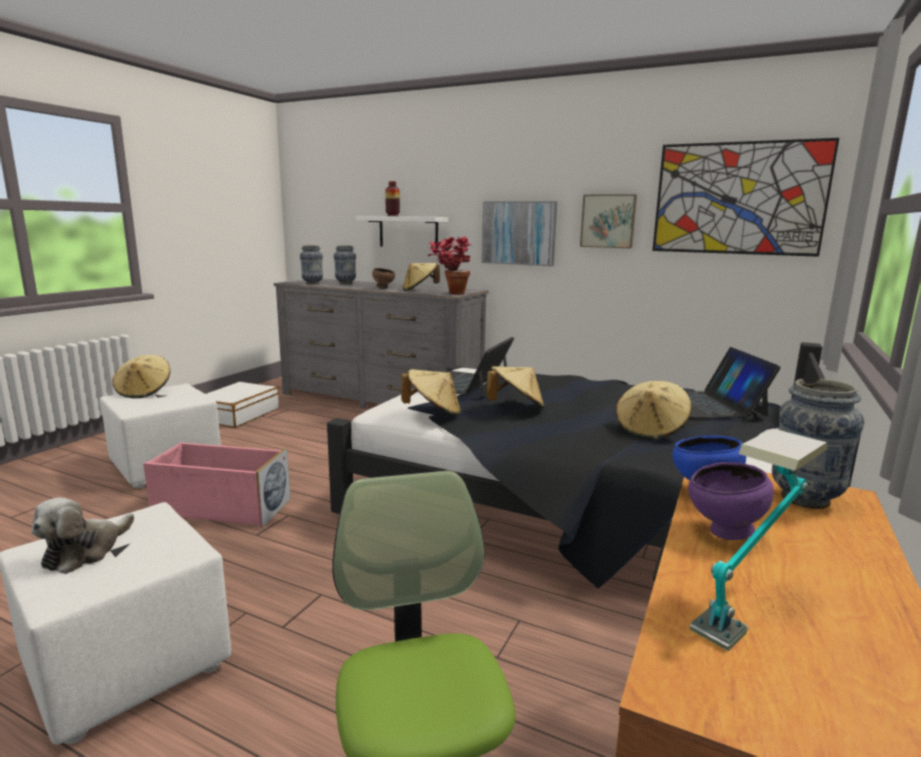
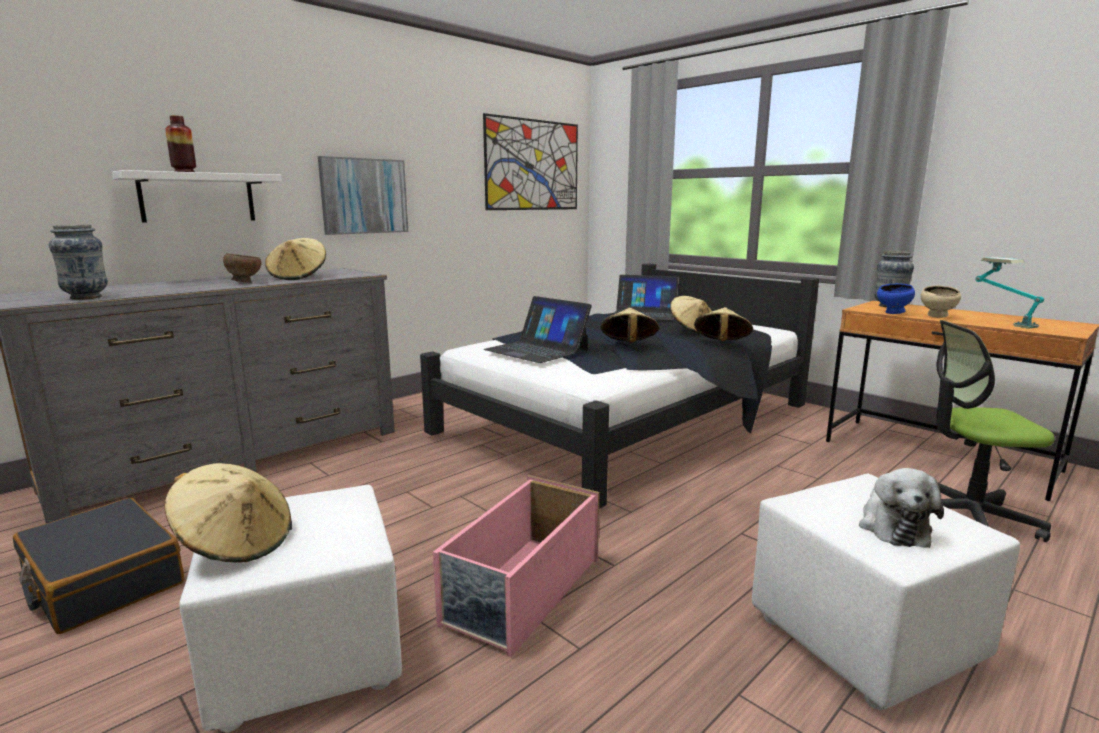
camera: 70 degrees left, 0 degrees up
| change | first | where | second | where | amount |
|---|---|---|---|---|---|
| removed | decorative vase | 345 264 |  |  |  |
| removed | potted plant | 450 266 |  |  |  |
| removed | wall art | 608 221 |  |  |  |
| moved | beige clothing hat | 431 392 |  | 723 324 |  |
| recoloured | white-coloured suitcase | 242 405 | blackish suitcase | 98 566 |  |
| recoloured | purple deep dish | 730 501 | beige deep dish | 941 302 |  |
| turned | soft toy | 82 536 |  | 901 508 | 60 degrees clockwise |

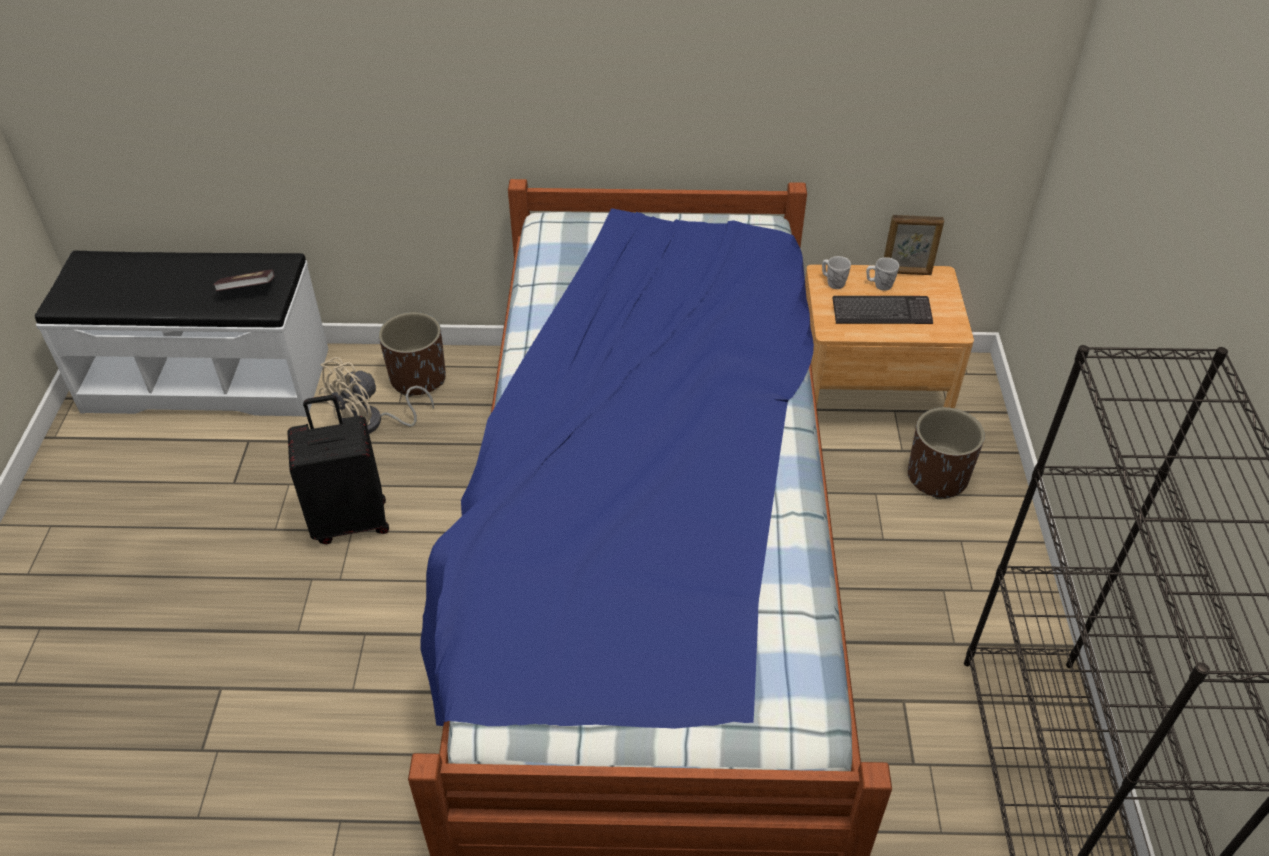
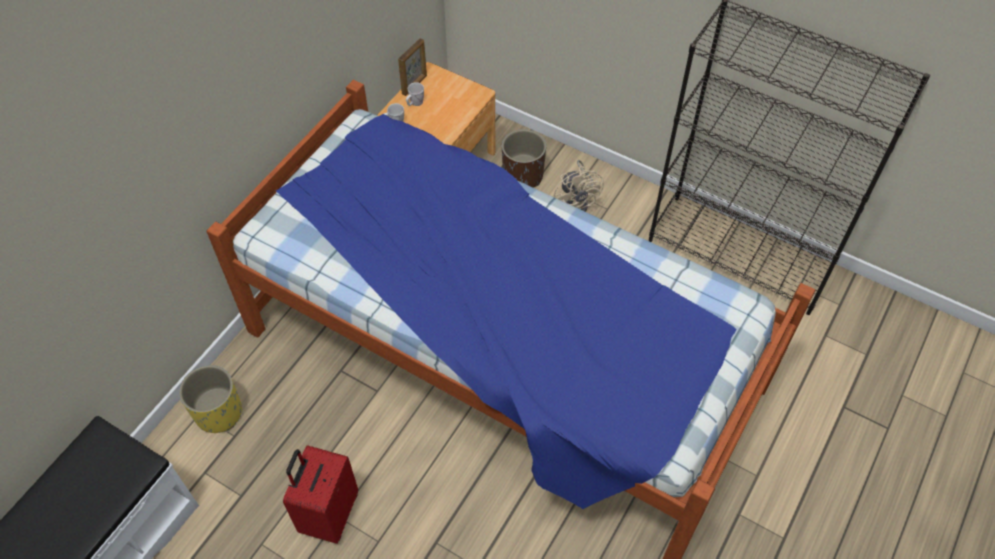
camera: 60 degrees left, 10 degrees up
| change | first | where | second | where | amount |
|---|---|---|---|---|---|
| removed | bound book | 244 280 |  |  |  |
| removed | keyboard | 883 310 |  |  |  |
| moved | beige cooling fan | 376 395 |  | 579 186 |  |
| recoloured | blackish suitcase | 338 469 | reddish suitcase | 320 494 |  |
| recoloured | brown-coloured flower pot | 412 354 | yellow-coloured flower pot | 210 399 |  |

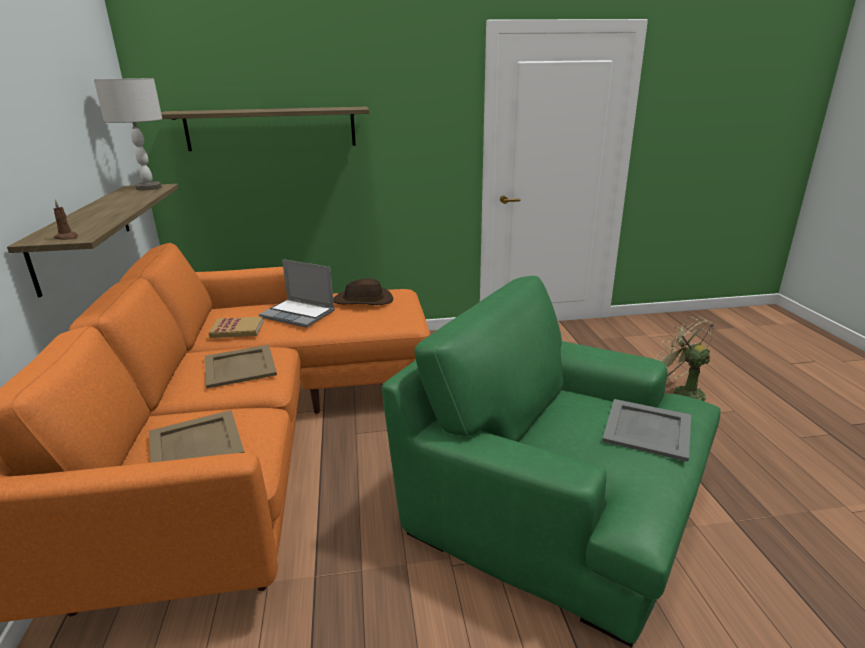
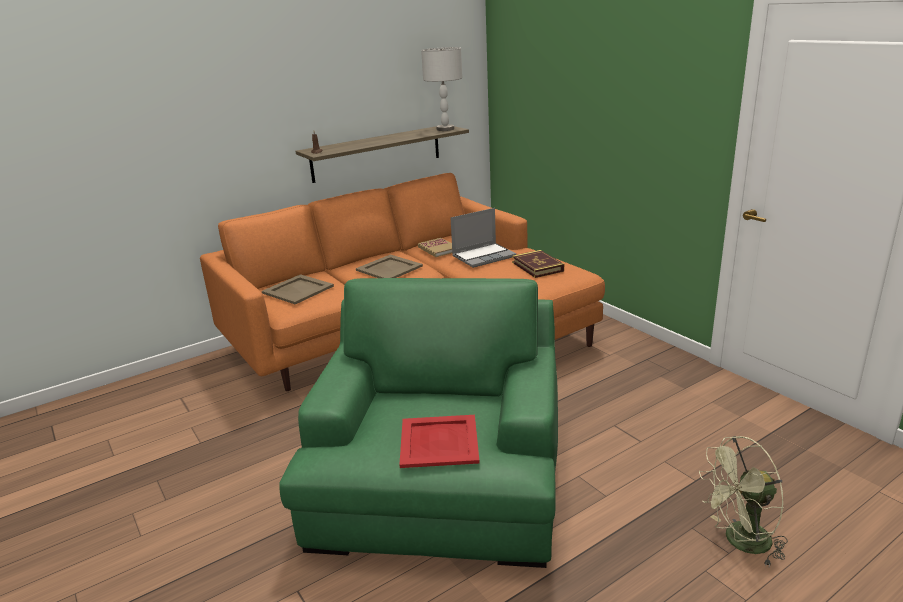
camera: 65 degrees right, 0 degrees up
| change | first | where | second | where | amount |
|---|---|---|---|---|---|
| removed | shelf | 265 129 |  |  |  |
| replaced | brown-coloured clothing hat | 363 291 | bound book | 538 264 |  |
| recoloured | grey tray | 646 430 | reddish tray | 439 441 |  |
| turned | portable computer | 297 293 |  | 483 238 | 120 degrees counterclockwise |
| turned | greenish cooling fan | 685 358 |  | 743 501 | 135 degrees counterclockwise |

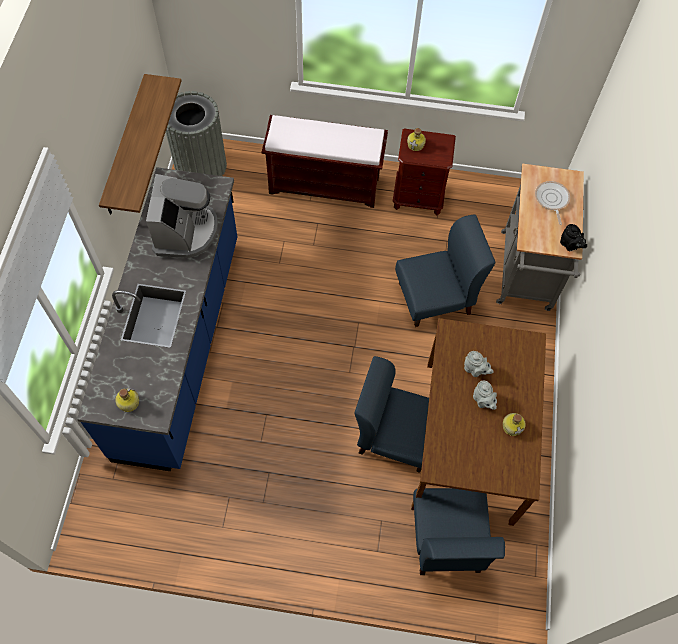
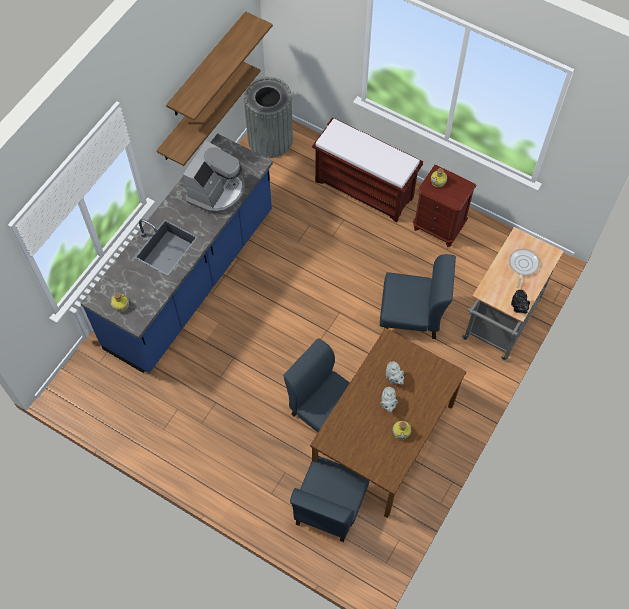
camera: 25 degrees right, 0 degrees up
| change | first | where | second | where | amount |
|---|---|---|---|---|---|
| added |  |  | shelf | 219 66 |  |

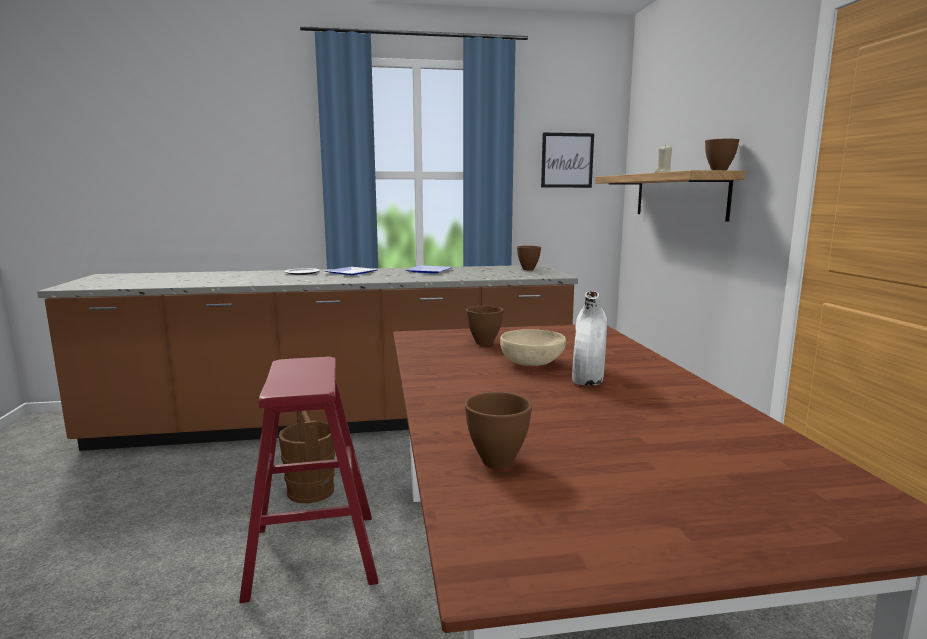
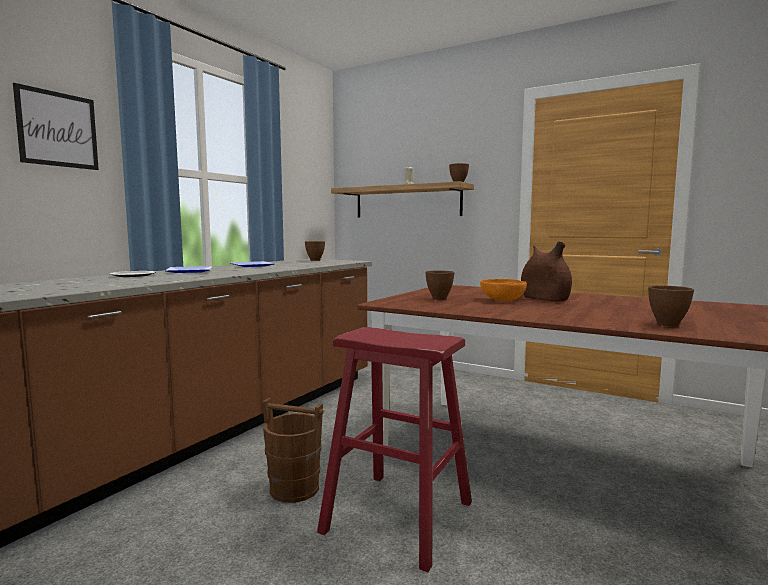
camera: 50 degrees left, 5 degrees down
| change | first | where | second | where | amount |
|---|---|---|---|---|---|
| moved | wall art | 567 160 |  | 56 126 |  |
| recoloured | beige deep dish | 533 347 | orange deep dish | 503 290 |  |
| recoloured | white-coloured decorative vase | 589 338 | brown-coloured decorative vase | 546 271 |  |

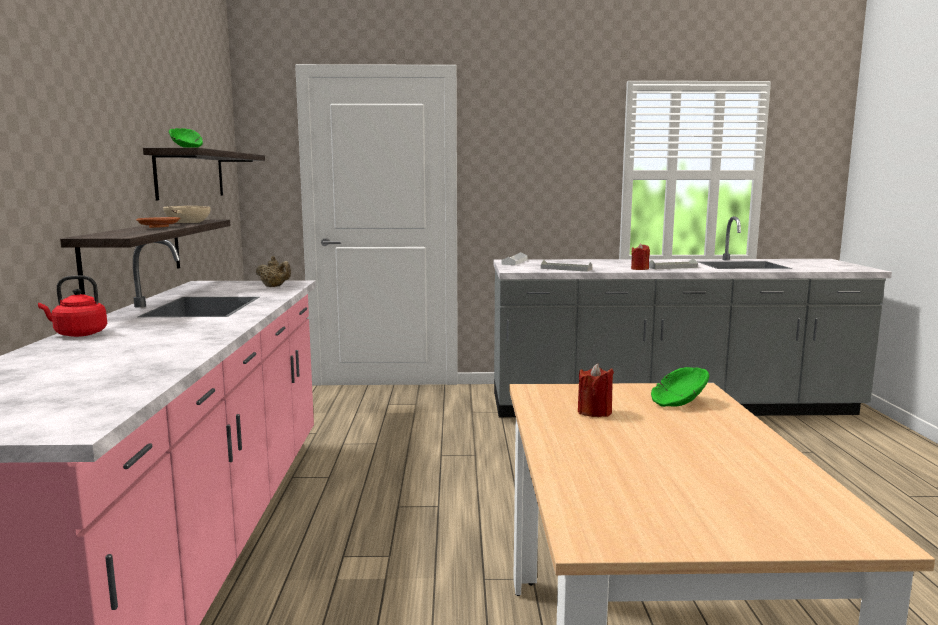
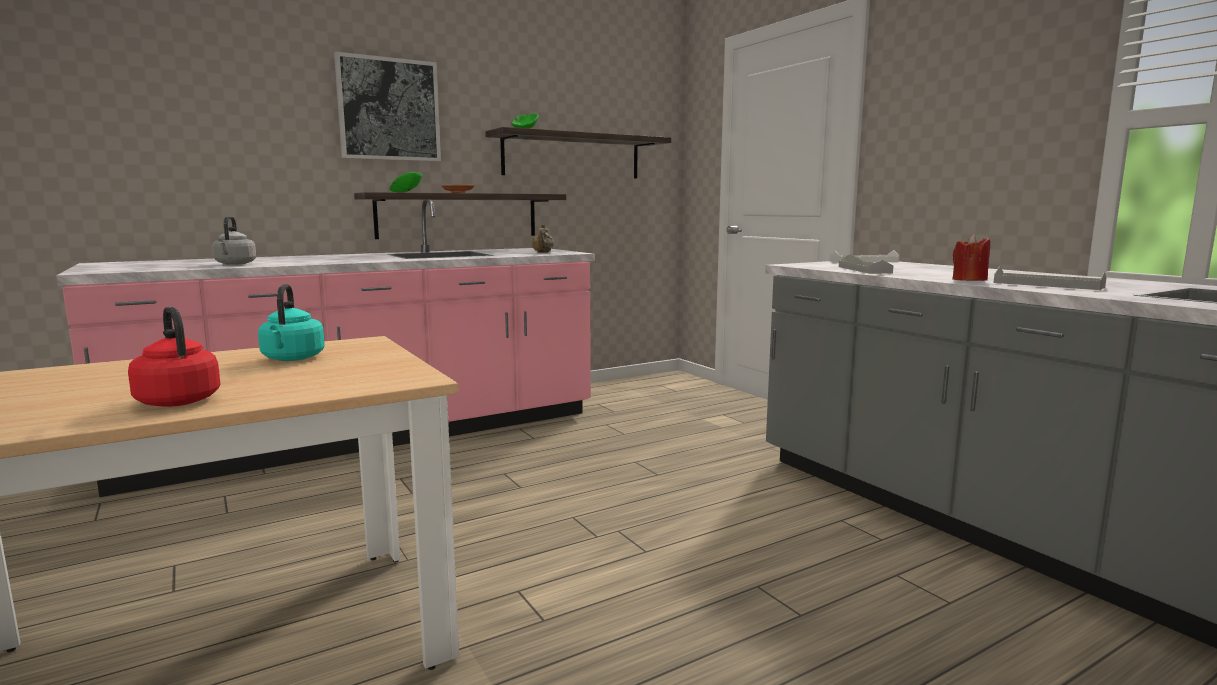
camera: 60 degrees right, 0 degrees up
| change | first | where | second | where | amount |
|---|---|---|---|---|---|
| removed | beige deep dish | 187 214 |  |  |  |
| added |  |  | grey kettle | 234 240 |  |
| added |  |  | wall art | 387 106 |  |
| moved | reddish kettle | 72 306 |  | 174 357 |  |
| moved | greenish deep dish | 680 387 |  | 406 182 |  |
| replaced | reddish candle | 596 390 | turquoise kettle | 291 322 |  |

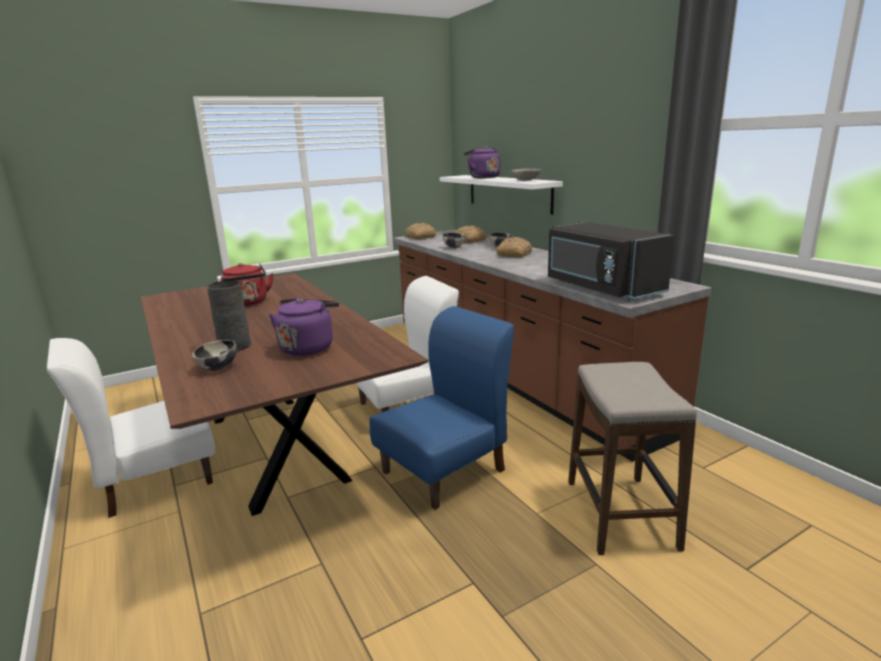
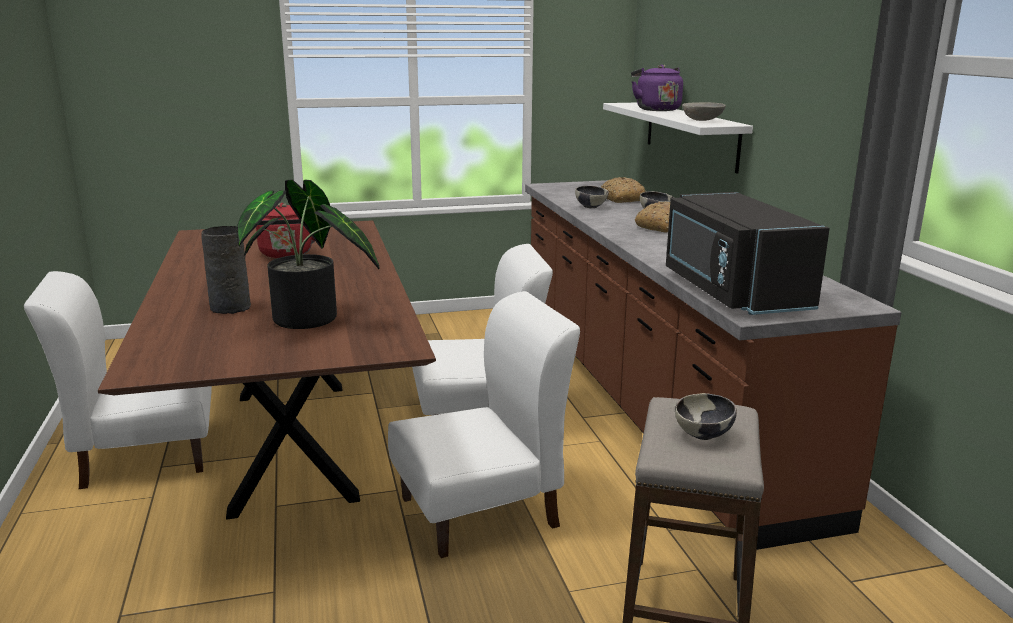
camera: 15 degrees right, 0 degrees up
| change | first | where | second | where | amount |
|---|---|---|---|---|---|
| removed | bread | 420 231 |  |  |  |
| moved | deep dish | 214 355 |  | 706 416 |  |
| replaced | purple kettle | 304 327 | potted plant | 308 254 |  |
| recoloured | blue-coloured plain chair | 442 408 | white-coloured plain chair | 484 424 |  |

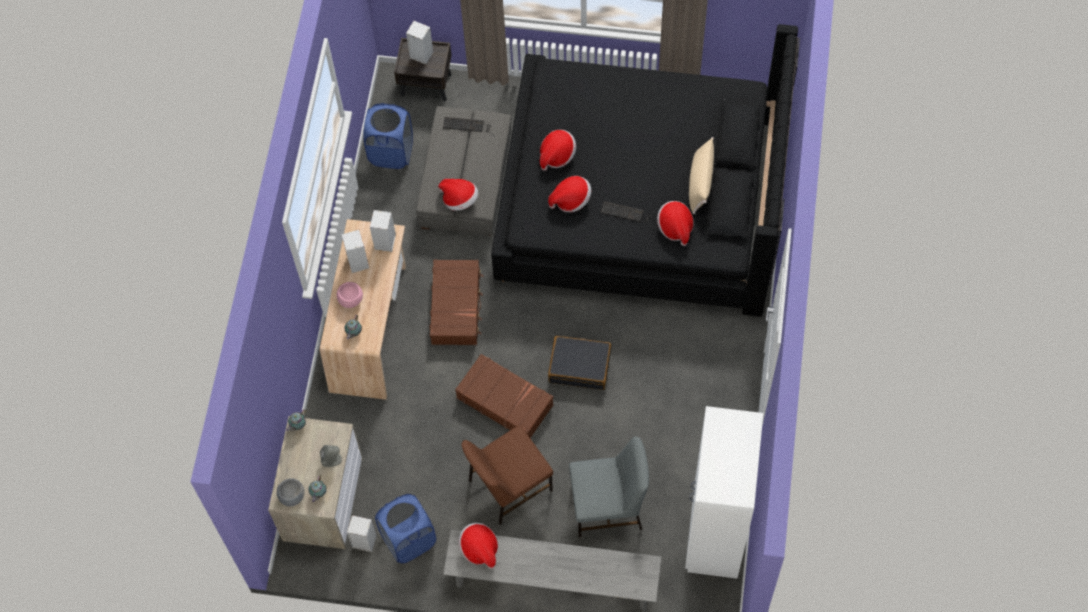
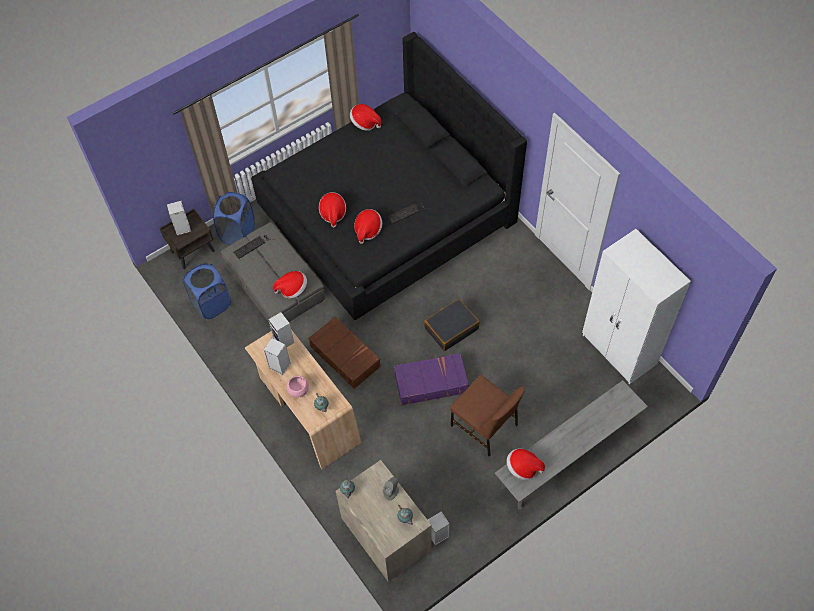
camera: 45 degrees left, 5 degrees down
| change | first | where | second | where | amount |
|---|---|---|---|---|---|
| removed | grey deep dish | 291 492 |  |  |  |
| removed | grey plain chair | 609 487 |  |  |  |
| removed | beige pillow | 701 175 |  |  |  |
| moved | blue-coloured washing basket | 405 528 |  | 234 218 |  |
| moved | clothing hat | 675 223 |  | 365 117 |  |
| recoloured | brown-coloured suitcase | 504 396 | purple suitcase | 431 379 |  |
| turned | brown-coloured plain chair | 507 475 |  | 487 416 | 60 degrees counterclockwise |

